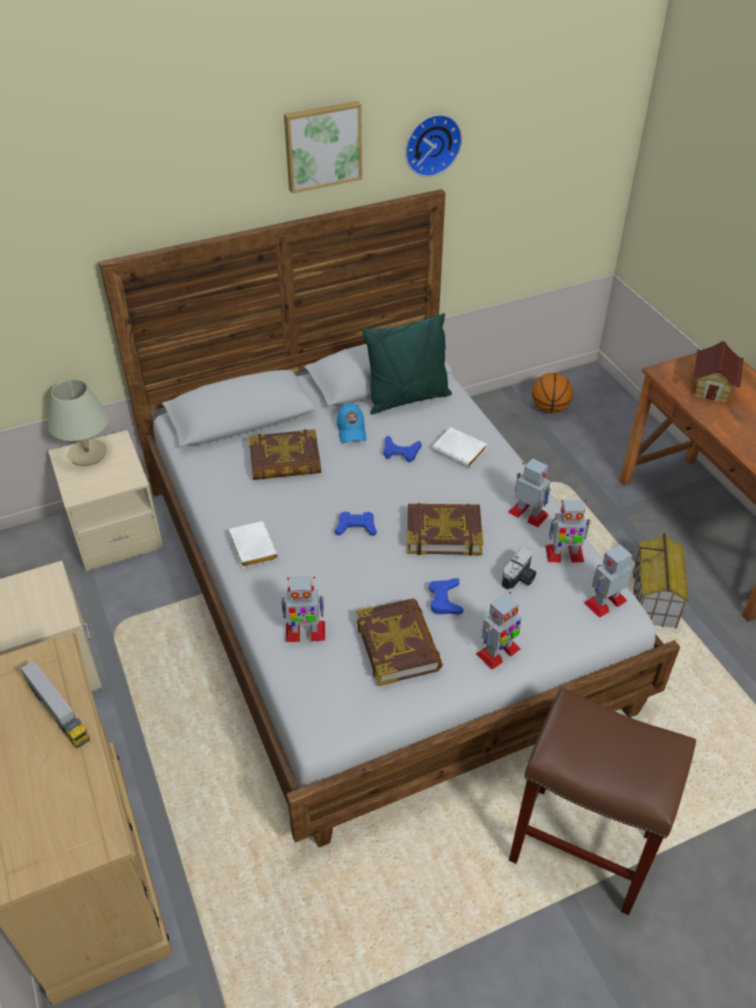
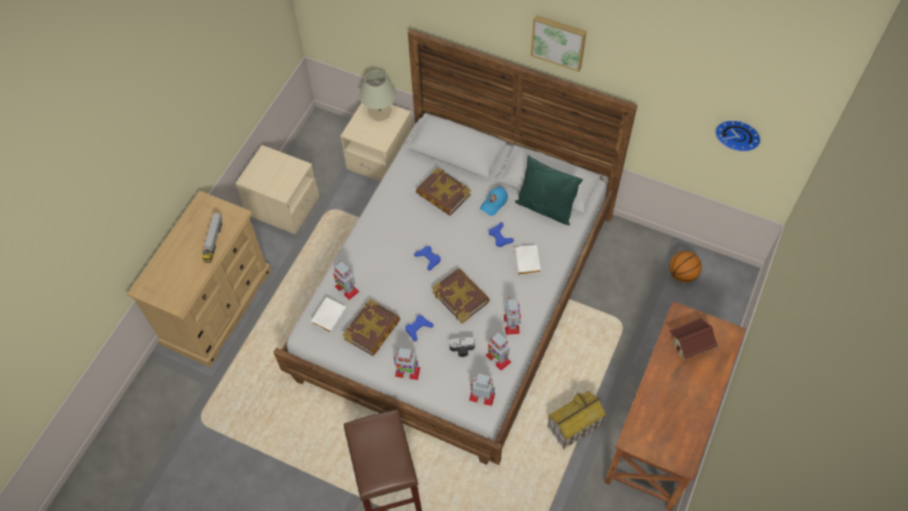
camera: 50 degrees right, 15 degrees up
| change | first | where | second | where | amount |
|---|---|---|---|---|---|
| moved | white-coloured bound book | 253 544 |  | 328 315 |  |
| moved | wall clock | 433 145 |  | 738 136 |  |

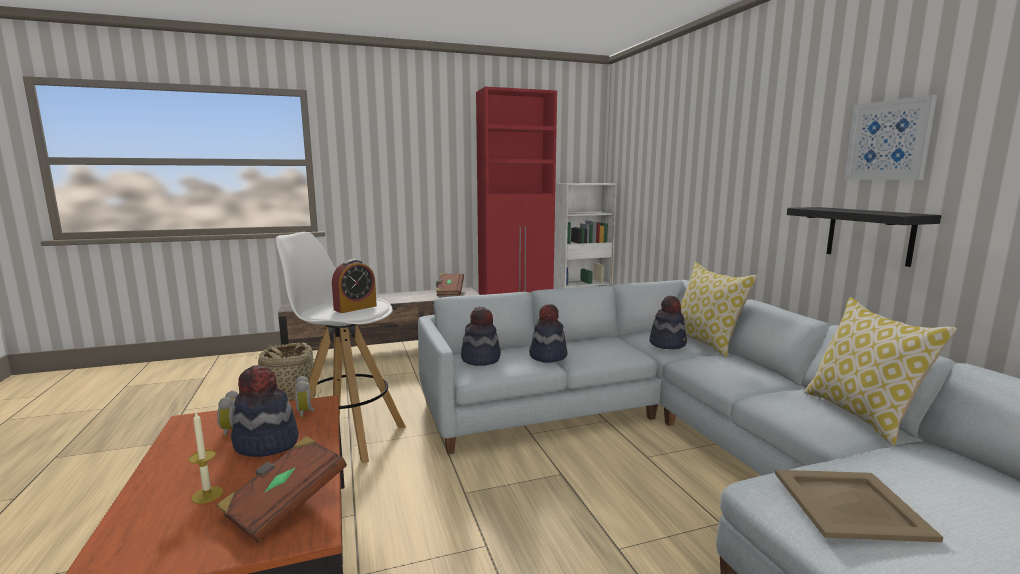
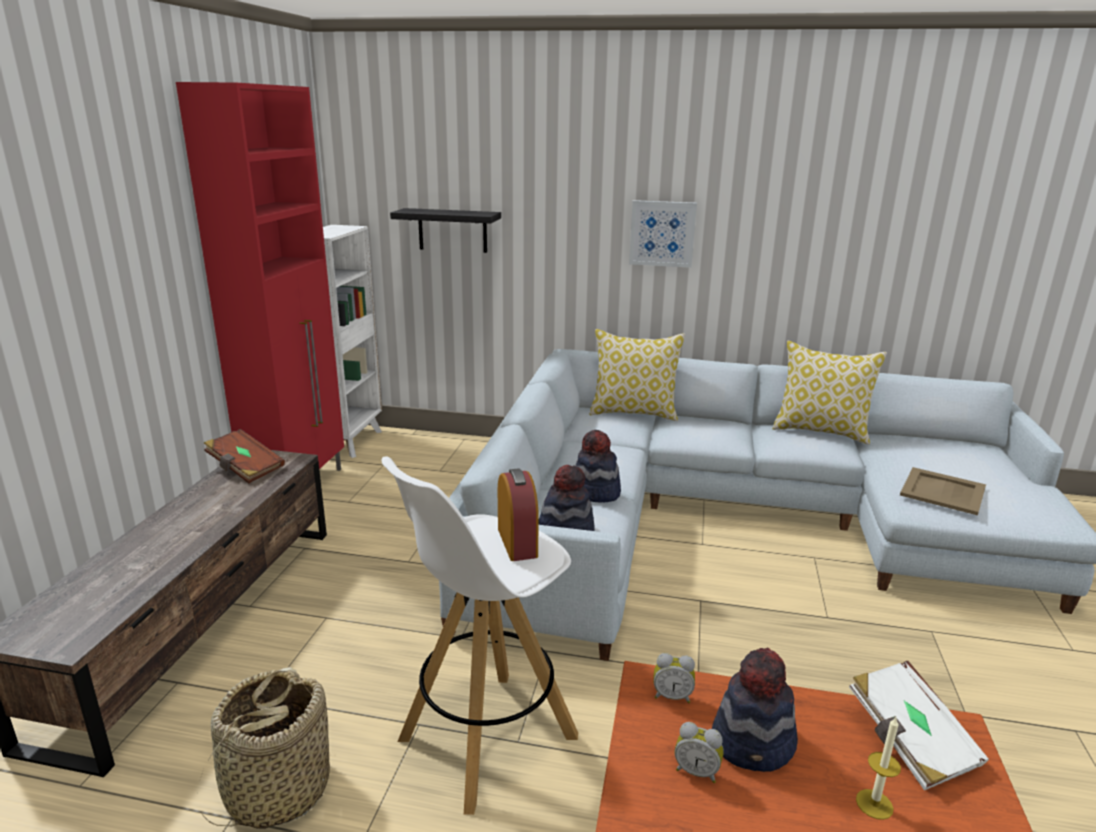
camera: 60 degrees left, 10 degrees up
| change | first | where | second | where | amount |
|---|---|---|---|---|---|
| removed | clothing hat | 668 322 |  |  |  |
| moved | blackish shelf | 864 237 |  | 445 230 |  |
| moved | wall art | 890 137 |  | 663 234 |  |
| recoloured | brown-coloured bound book | 282 489 | white-coloured bound book | 919 725 |  |

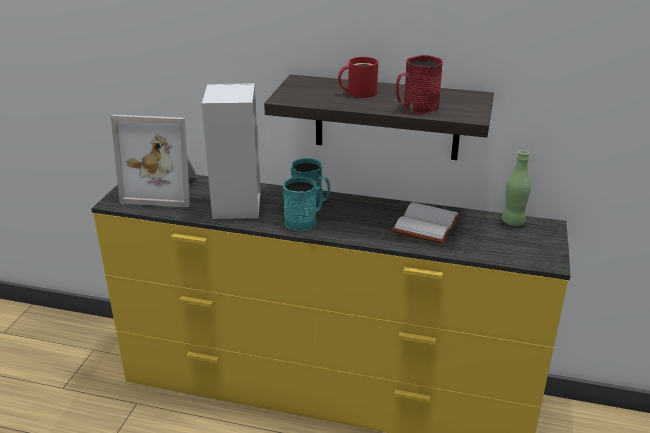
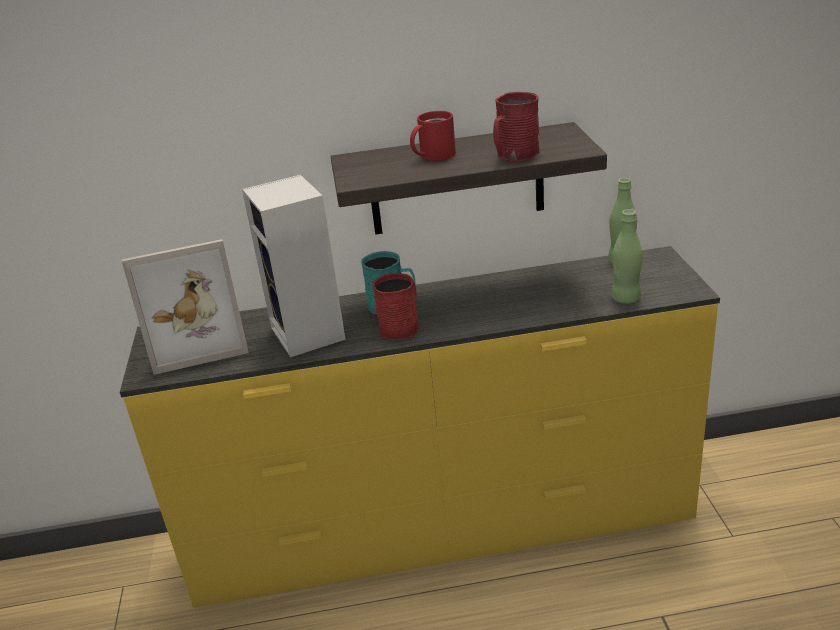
camera: 20 degrees left, 0 degrees up
| change | first | where | second | where | amount |
|---|---|---|---|---|---|
| removed | white-coloured bound book | 426 223 |  |  |  |
| added |  |  | greenish drink bottle | 626 256 |  |
| recoloured | turquoise mug | 303 204 | reddish mug | 395 306 |  |

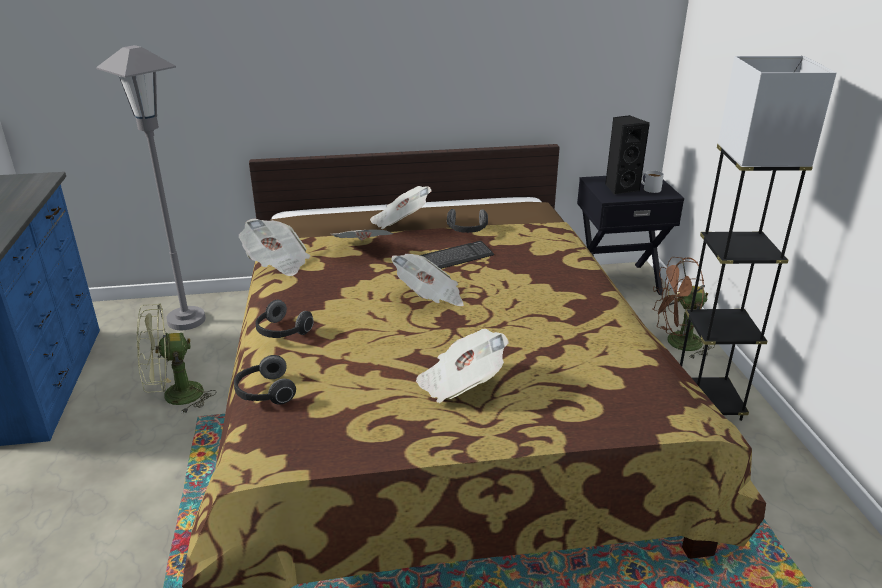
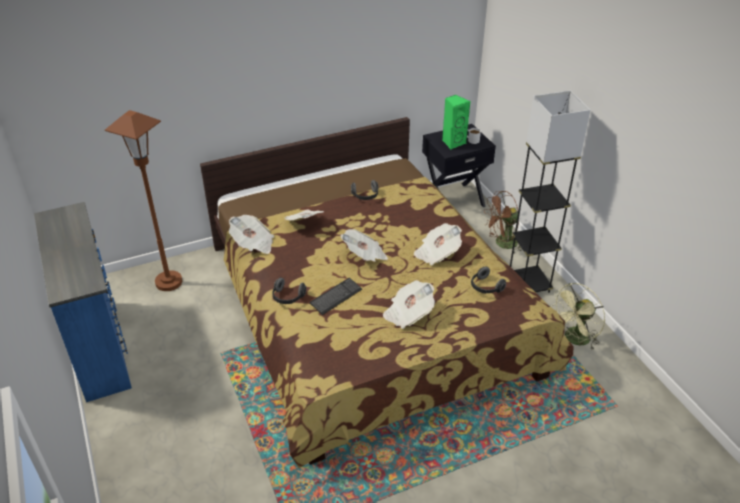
camera: 15 degrees left, 10 degrees up
| change | first | where | second | where | amount |
|---|---|---|---|---|---|
| moved | greenish cooling fan | 176 358 |  | 578 317 |  |
| moved | headset | 265 379 |  | 488 280 |  |
| moved | daily paper | 401 207 |  | 438 244 |  |
| moved | keyboard | 457 255 |  | 336 296 |  |
| recoloured | grey standard lamp | 151 187 | brown-coloured standard lamp | 143 200 |  |
| recoloured | blackish loudspeaker | 627 155 | greenish loudspeaker | 456 122 |  |

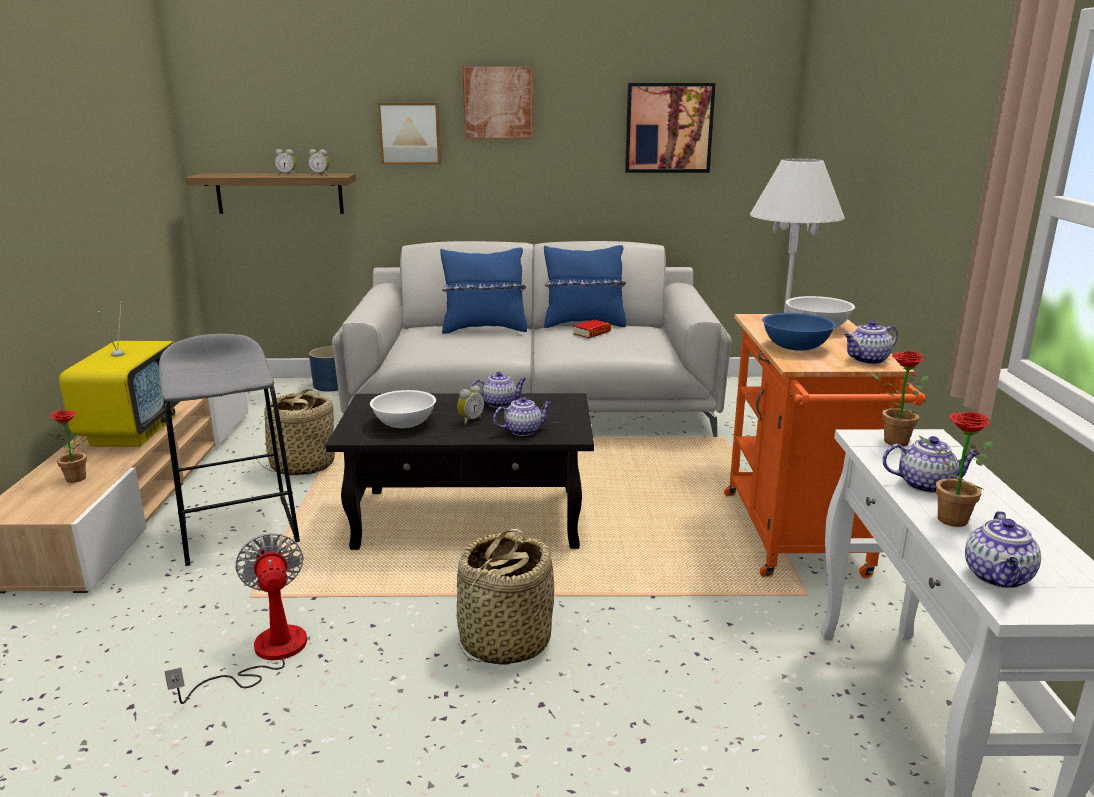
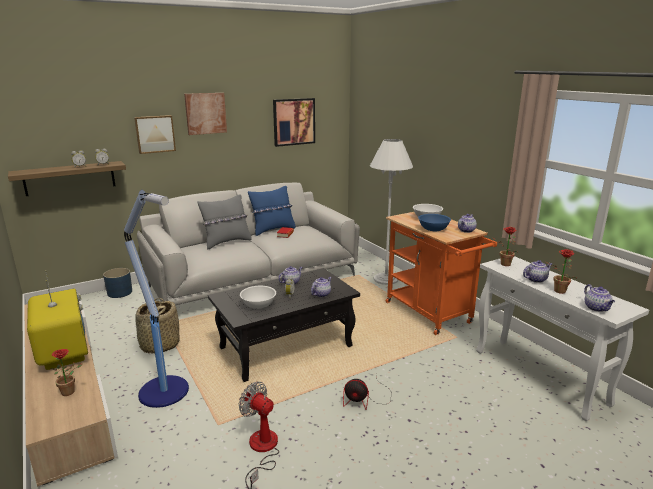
camera: 30 degrees left, 0 degrees up
| change | first | where | second | where | amount |
|---|---|---|---|---|---|
| replaced | grey sitting stool | 229 450 | standard lamp | 156 299 |  |
| replaced | household basket | 505 597 | cooling fan | 367 392 |  |
| recoloured | blue-coloured pillow | 483 290 | grey pillow | 224 222 |  |

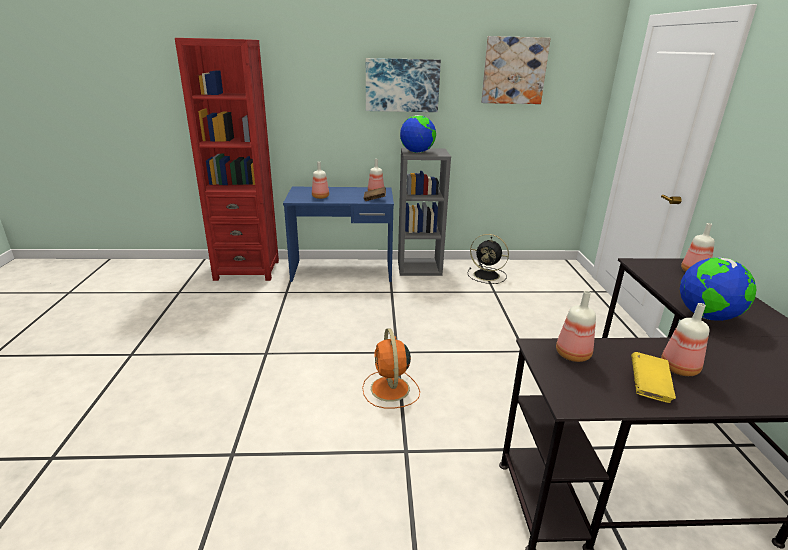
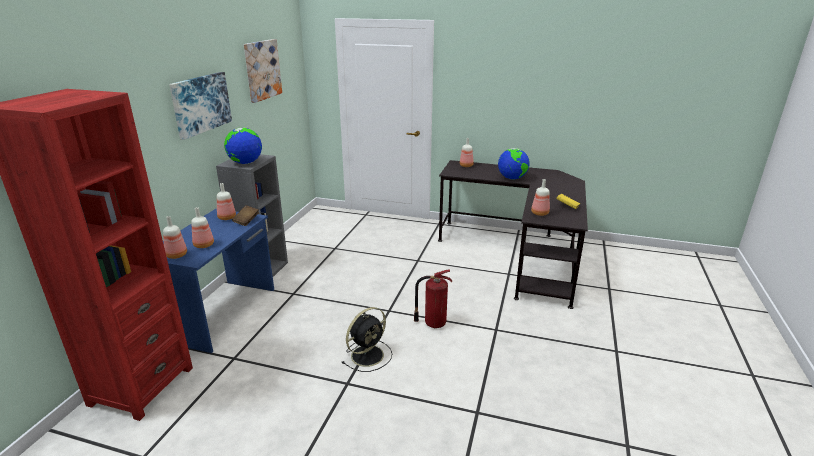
camera: 70 degrees left, 0 degrees up
| change | first | where | second | where | amount |
|---|---|---|---|---|---|
| moved | blackish cooling fan | 488 259 |  | 367 339 |  |
| moved | drink bottle | 685 339 |  | 175 237 |  |
| replaced | orange cooling fan | 391 368 | fire-fighting cylinder | 433 298 |  |

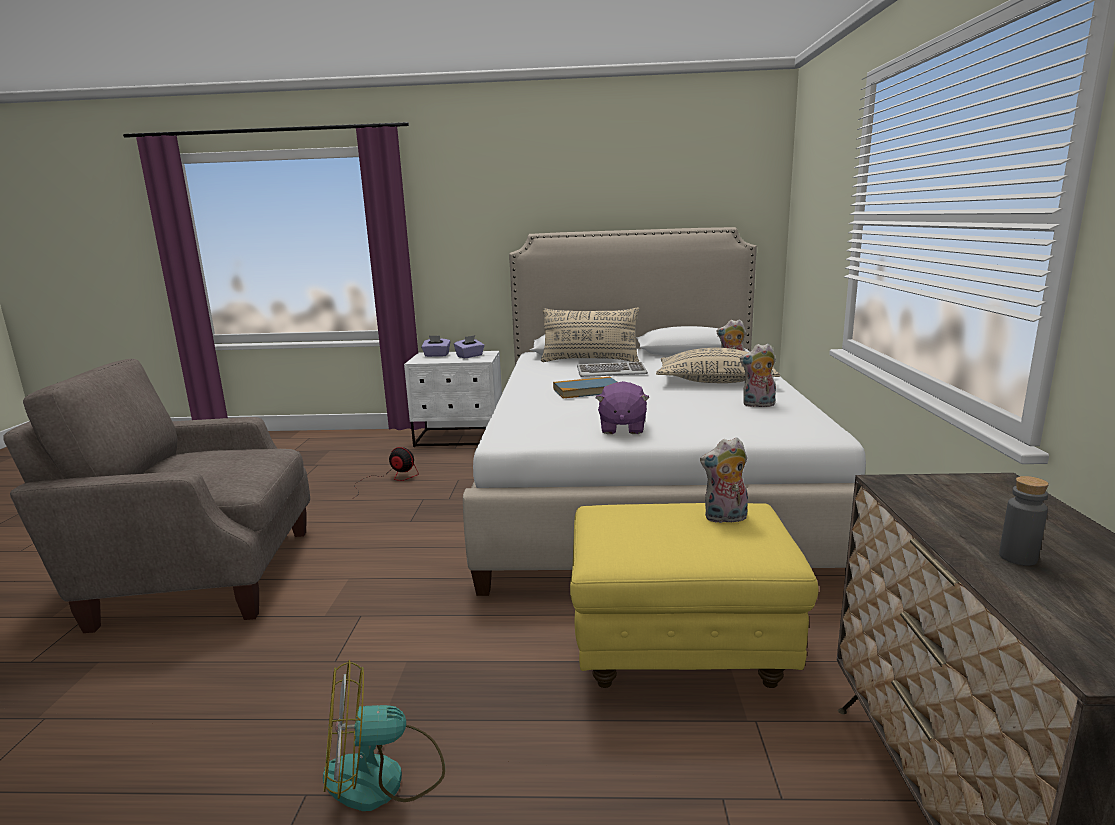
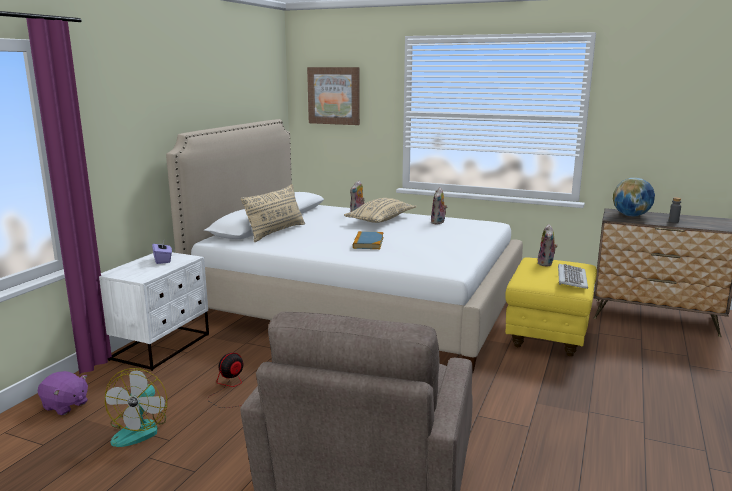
camera: 70 degrees left, 0 degrees up
| change | first | where | second | where | amount |
|---|---|---|---|---|---|
| removed | purple tissue box | 436 346 |  |  |  |
| added |  |  | wall art | 333 96 |  |
| added |  |  | desk globe | 634 197 |  |
| moved | cooling fan | 384 735 |  | 136 407 |  |
| moved | keyboard | 612 369 |  | 573 276 |  |
| moved | purple soft toy | 622 407 |  | 63 393 |  |

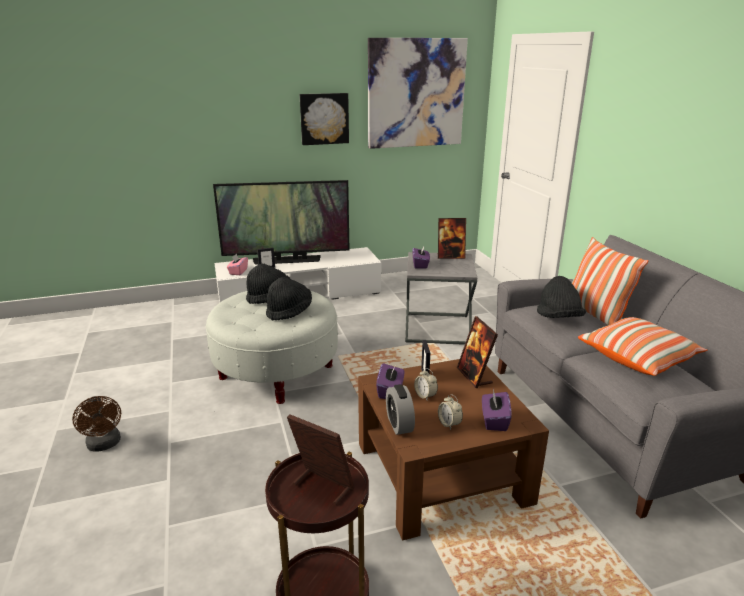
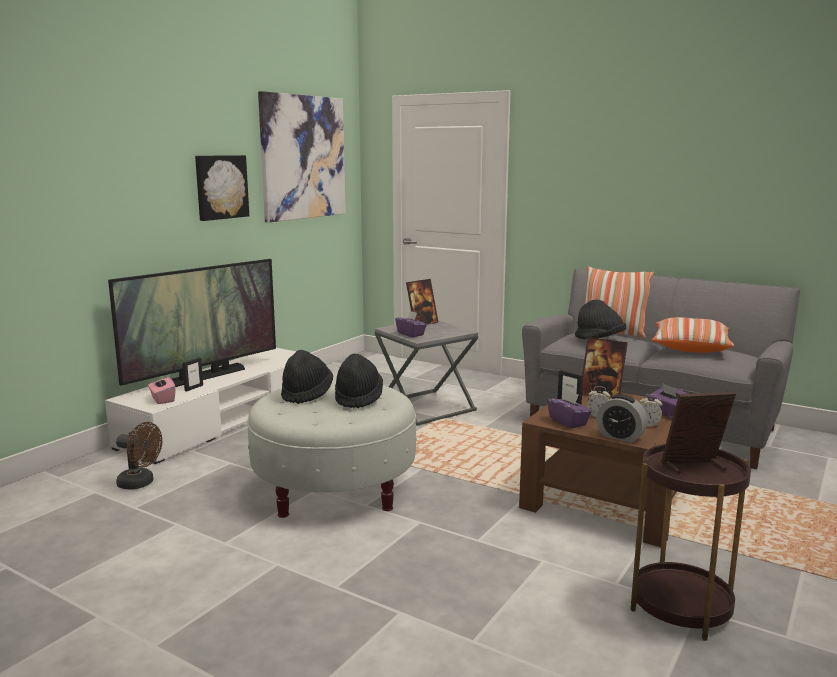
camera: 40 degrees left, 10 degrees down
| change | first | where | second | where | amount |
|---|---|---|---|---|---|
| moved | brown-coloured cooling fan | 96 424 |  | 139 455 |  |

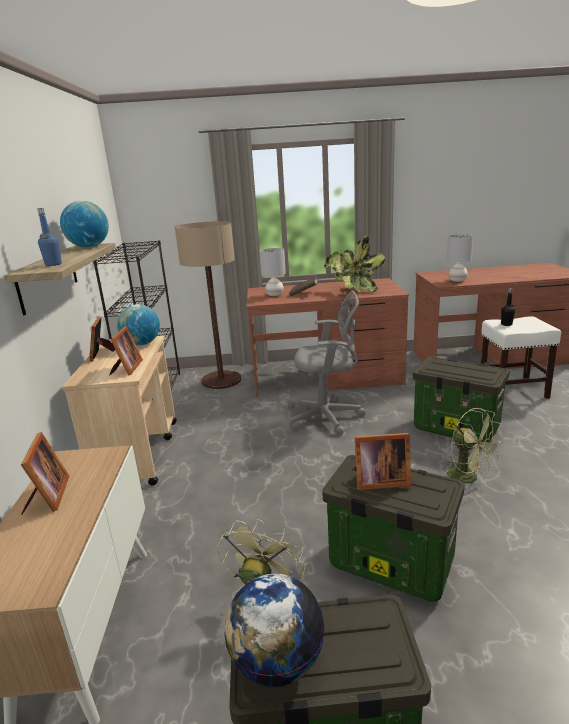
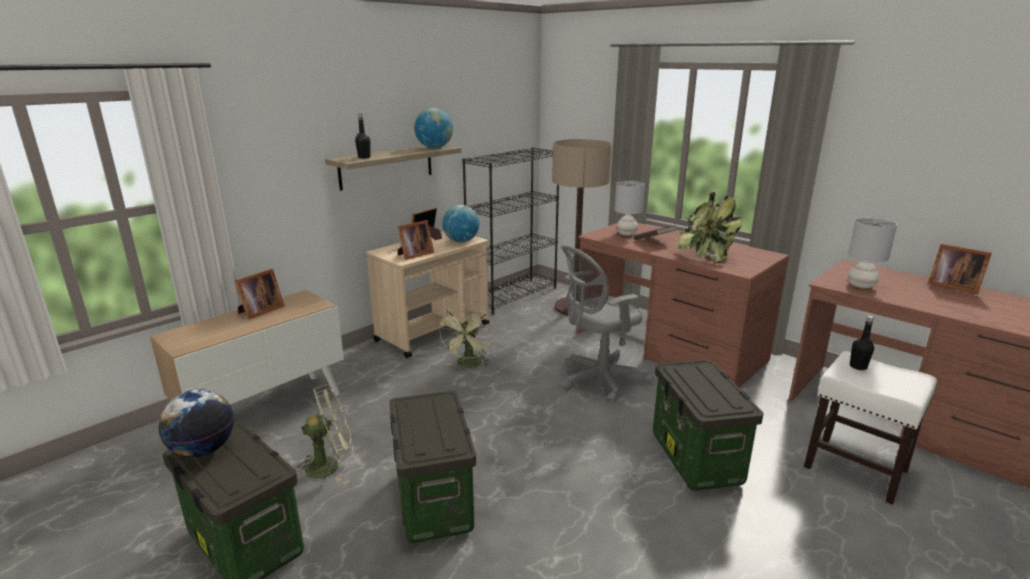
camera: 45 degrees right, 0 degrees up
| change | first | where | second | where | amount |
|---|---|---|---|---|---|
| moved | picture frame | 383 461 |  | 960 269 |  |
| moved | greenish cooling fan | 475 445 |  | 465 336 |  |
| recoloured | blue-coloured drink bottle | 49 237 | blackish drink bottle | 362 136 |  |
| turned | grey desk chair | 327 362 |  | 608 323 | 105 degrees clockwise |

